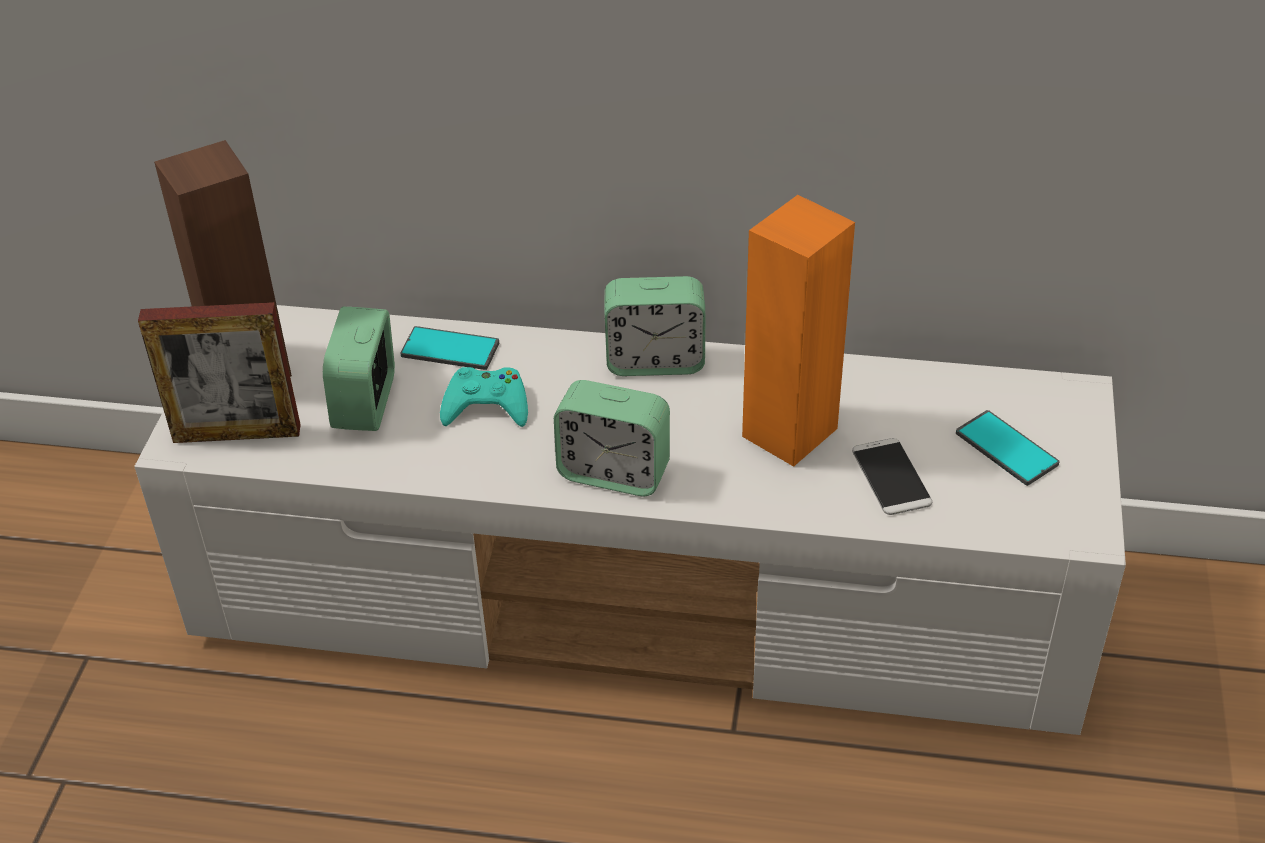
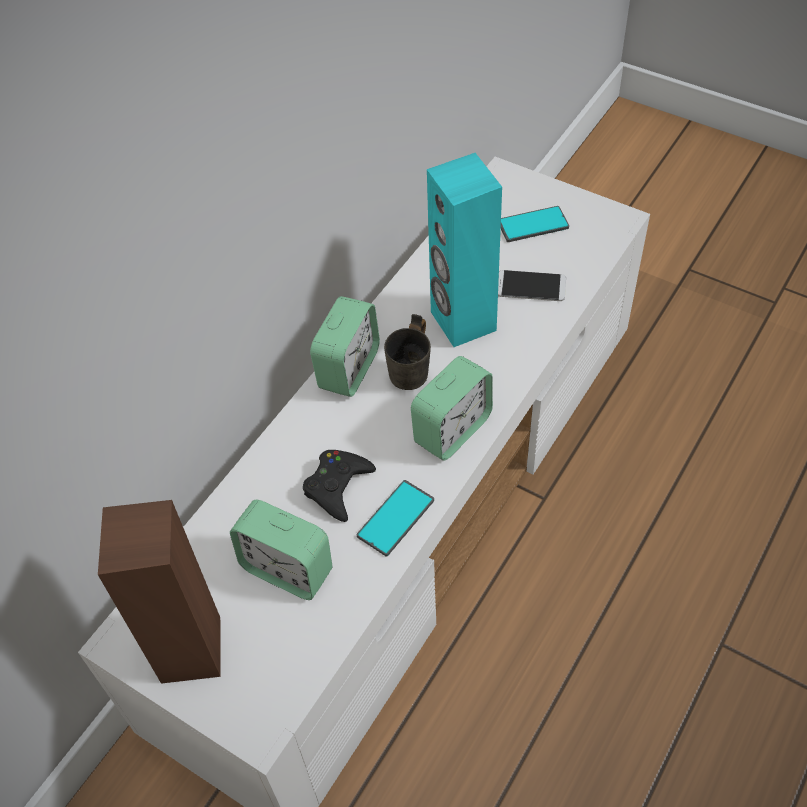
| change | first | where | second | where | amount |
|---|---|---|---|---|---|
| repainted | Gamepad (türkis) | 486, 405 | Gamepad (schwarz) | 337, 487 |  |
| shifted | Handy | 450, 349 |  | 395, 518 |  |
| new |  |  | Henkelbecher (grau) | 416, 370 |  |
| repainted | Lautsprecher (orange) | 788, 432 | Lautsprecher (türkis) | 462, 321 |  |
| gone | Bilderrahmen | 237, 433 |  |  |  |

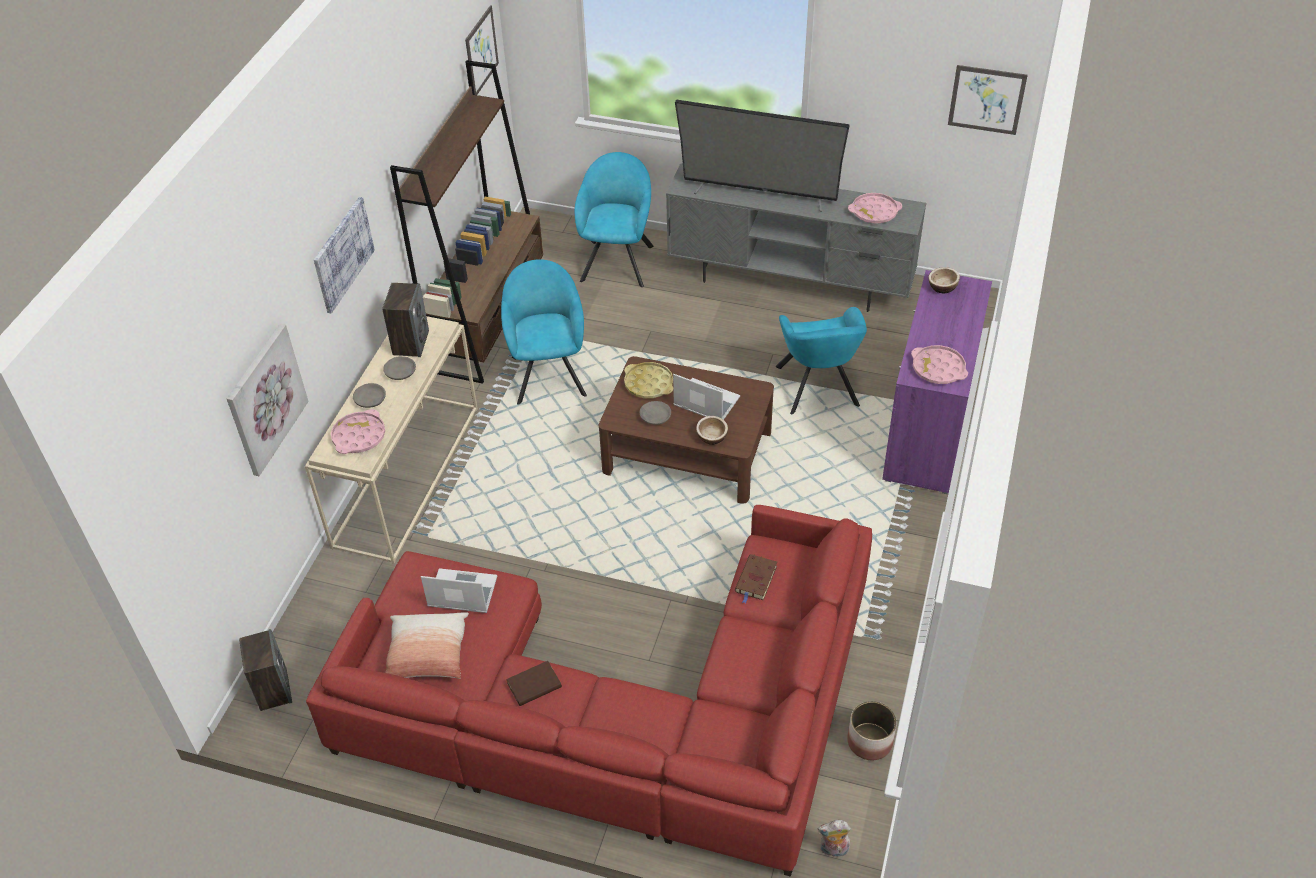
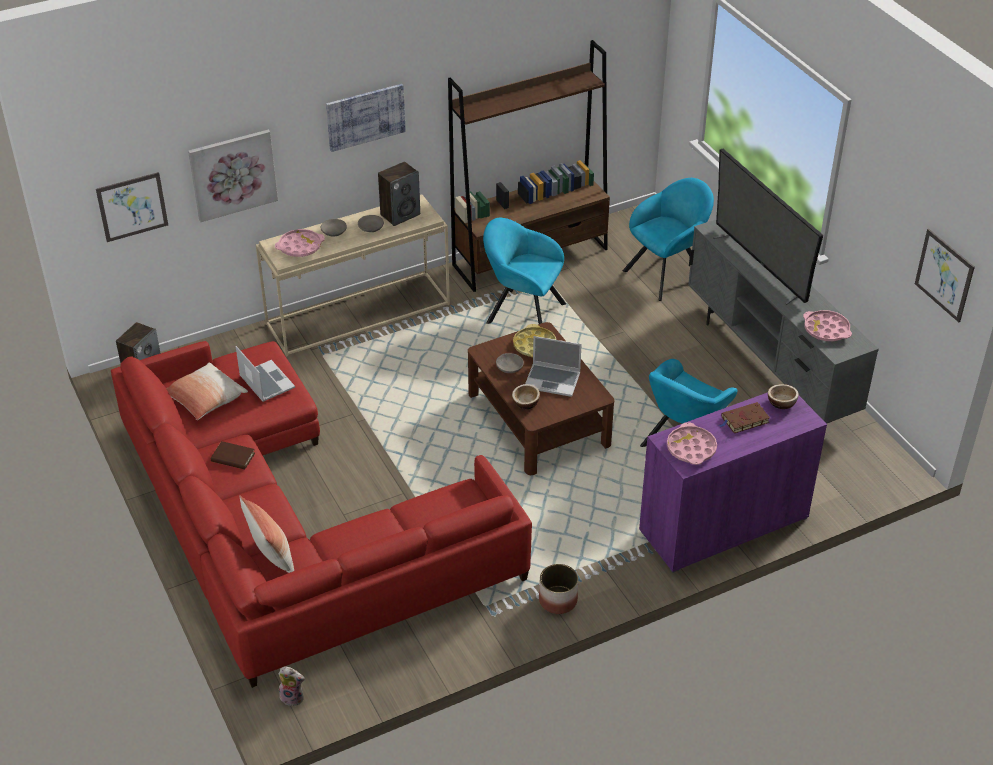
| change | first | where | second | where | amount |
|---|---|---|---|---|---|
| shifted | Bild | 481, 51 |  | 132, 207 |  |
| new |  |  | Kissen | 272, 556 |  |
| rotated | Plüschtier | 833, 850 |  | 293, 697 | 150 degrees clockwise |
| rotated | Sessel (türkis) | 548, 372 |  | 522, 312 | 105 degrees counterclockwise |
| rotated | Laptop | 705, 402 |  | 553, 380 | 120 degrees clockwise |
| shifted | Pflanzkübel | 870, 741 |  | 558, 600 |  |
| shifted | Buch (braun) | 756, 580 |  | 744, 420 |  |

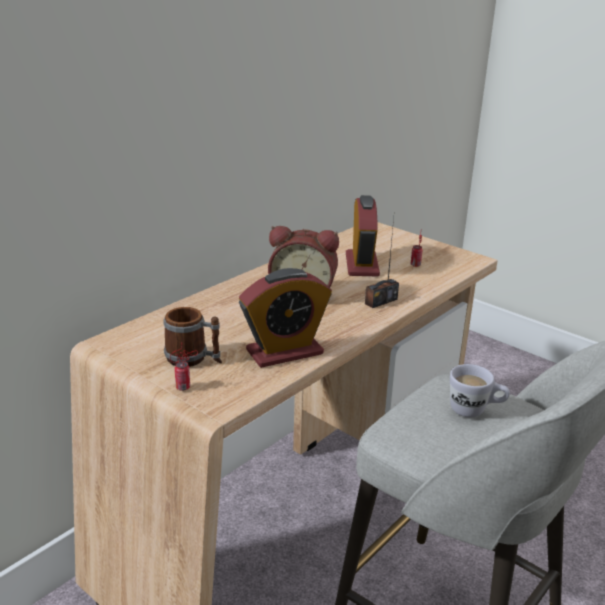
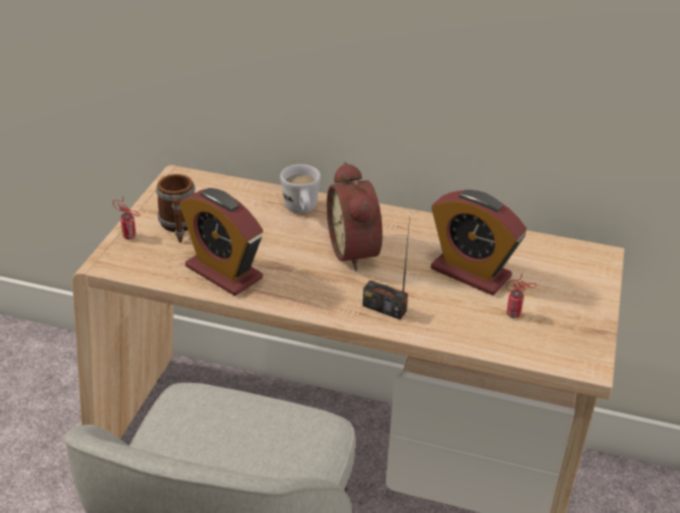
| change | first | where | second | where | amount |
|---|---|---|---|---|---|
| shifted | Henkelbecher (weiß) | 475, 411 |  | 302, 211 |  |
| rotated | Wecker | 362, 265 |  | 470, 273 | 60 degrees clockwise |

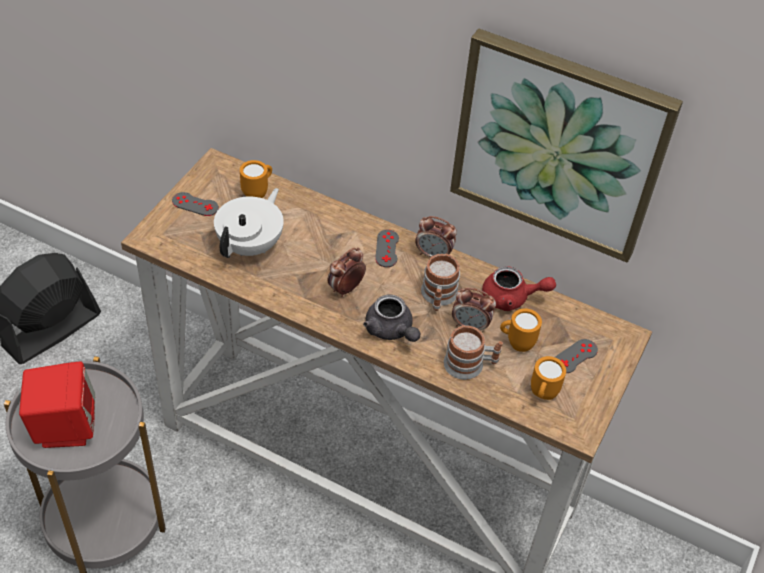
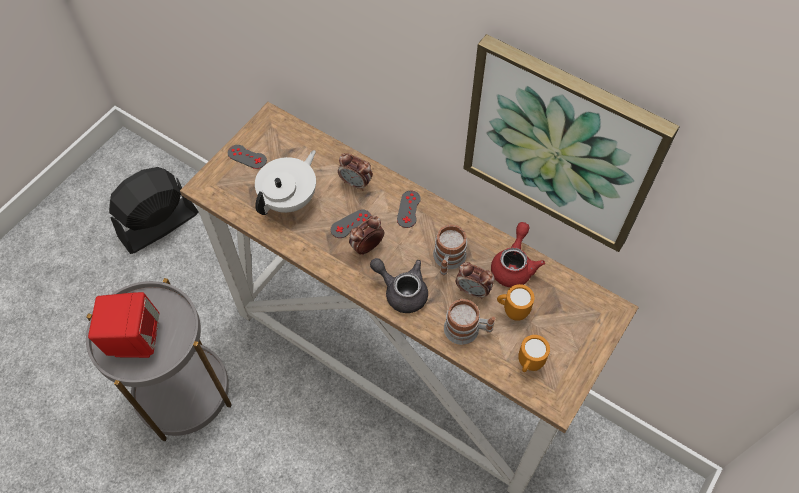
| change | first | where | second | where | amount |
|---|---|---|---|---|---|
| shifted | Gamepad (grau) | 575, 356 |  | 351, 224 |  |
| shifted | Wecker | 433, 254 |  | 356, 183 |  |
| rotated | Teekanne (grau) | 391, 330 |  | 401, 291 | 150 degrees clockwise |
| rotated | Teekanne (rot) | 511, 298 |  | 514, 265 | 90 degrees counterclockwise |
| gone | Henkelbecher (orange) | 258, 192 |  |  |  |

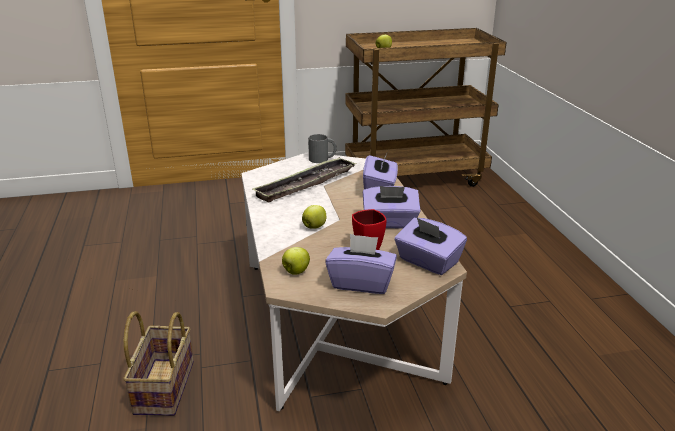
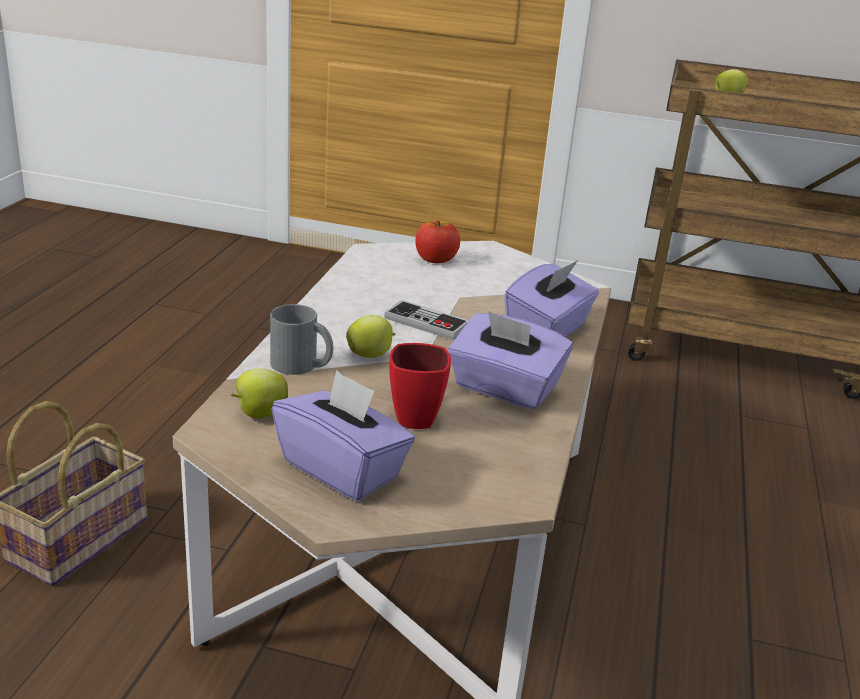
| change | first | where | second | where | amount |
|---|---|---|---|---|---|
| shifted | Henkelbecher (grau) | 322, 159 |  | 302, 365 |  |
| new |  |  | Gamepad | 427, 323 |  |
| new |  |  | Apfel | 436, 259 |  |
| gone | Tablett | 306, 184 |  |  |  |
| gone | Taschentuchbox (lila) | 428, 262 |  |  |  |

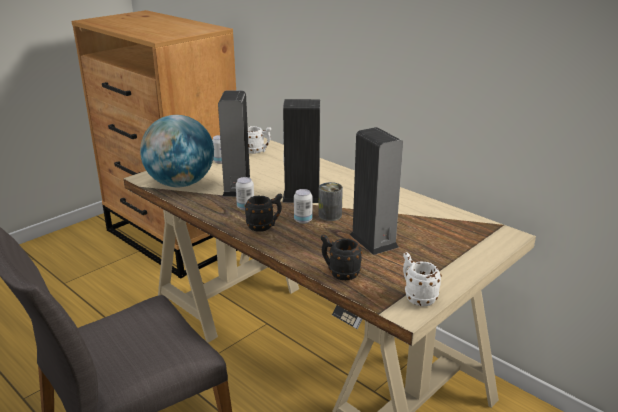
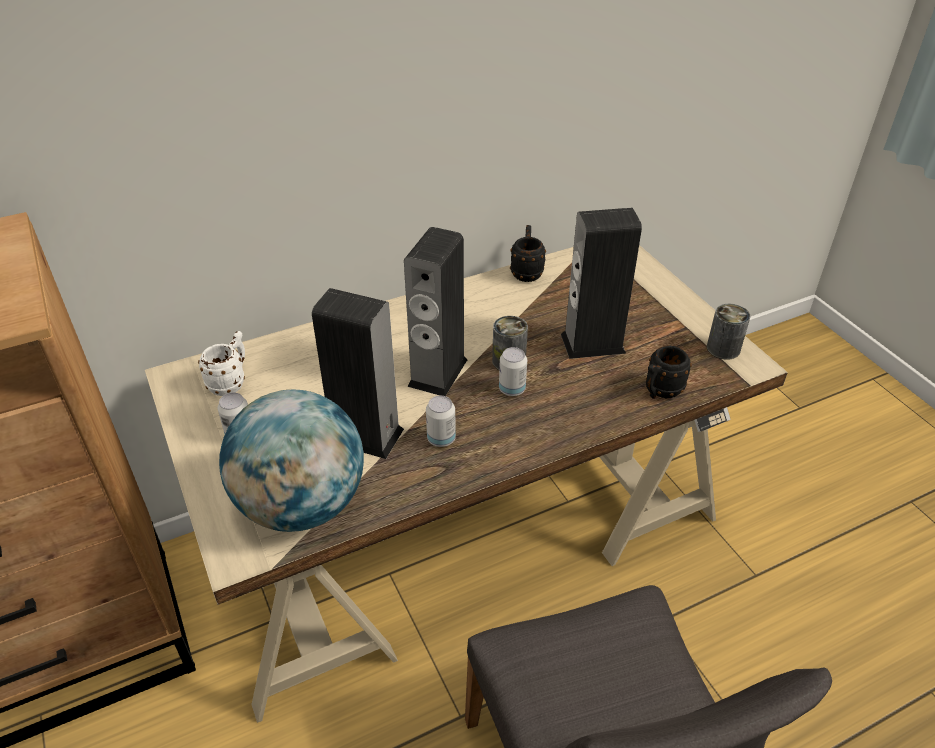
| change | first | where | second | where | amount |
|---|---|---|---|---|---|
| shifted | Henkelbecher (schwarz) | 264, 226 |  | 526, 272 |  |
| swapped | Henkelbecher (weiß) | 416, 296 | Dose | 723, 348 |  |

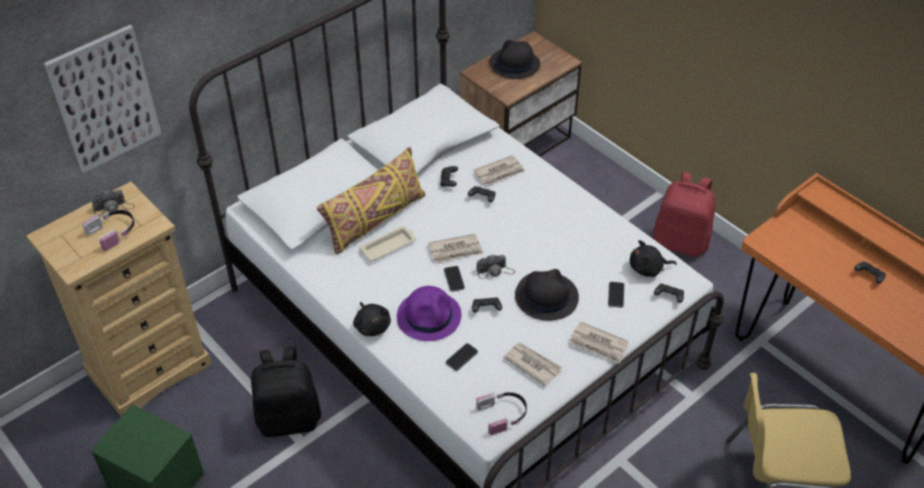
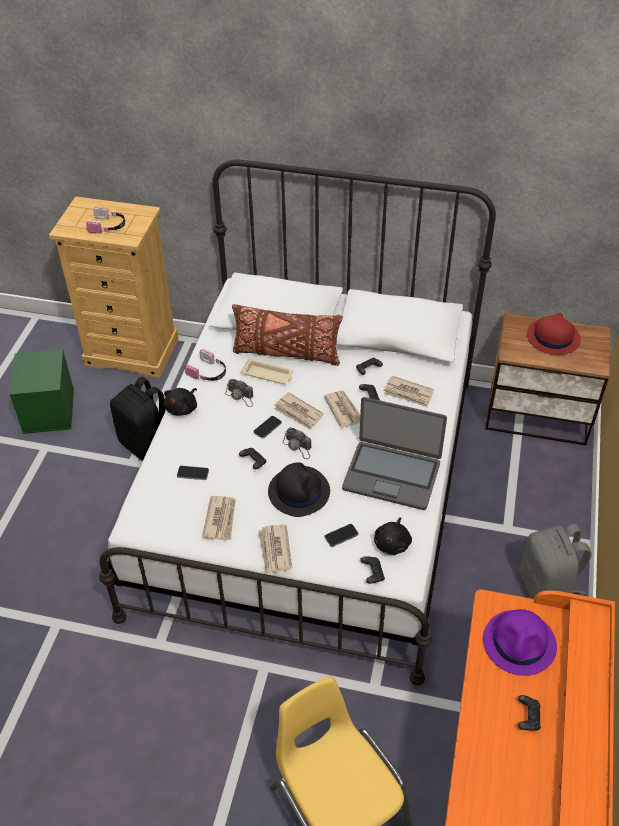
| change | first | where | second | where | amount |
|---|---|---|---|---|---|
| shifted | Kopfhörer | 503, 414 |  | 208, 373 |  |
| shifted | Kamera | 114, 207 |  | 240, 396 |  |
| repainted | Kissen (gelb) | 375, 220 | Kissen (braun) | 286, 353 |  |
| new |  |  | Zeitung | 343, 410 |  |
| new |  |  | Laptop | 392, 475 |  |
| rotated | Plüschtier (schwarz) | 648, 268 |  | 392, 543 | 120 degrees counterclockwise |
| shifted | Hut (lila) | 429, 316 |  | 520, 643 |  |
| repainted | Rucksack (rot) | 681, 241 | Rucksack (grau) | 547, 589 |  |
| repainted | Hut (schwarz) | 514, 64 | Hut (rot) | 552, 337 |  |
| gone | Bild | 105, 99 |  |  |  |

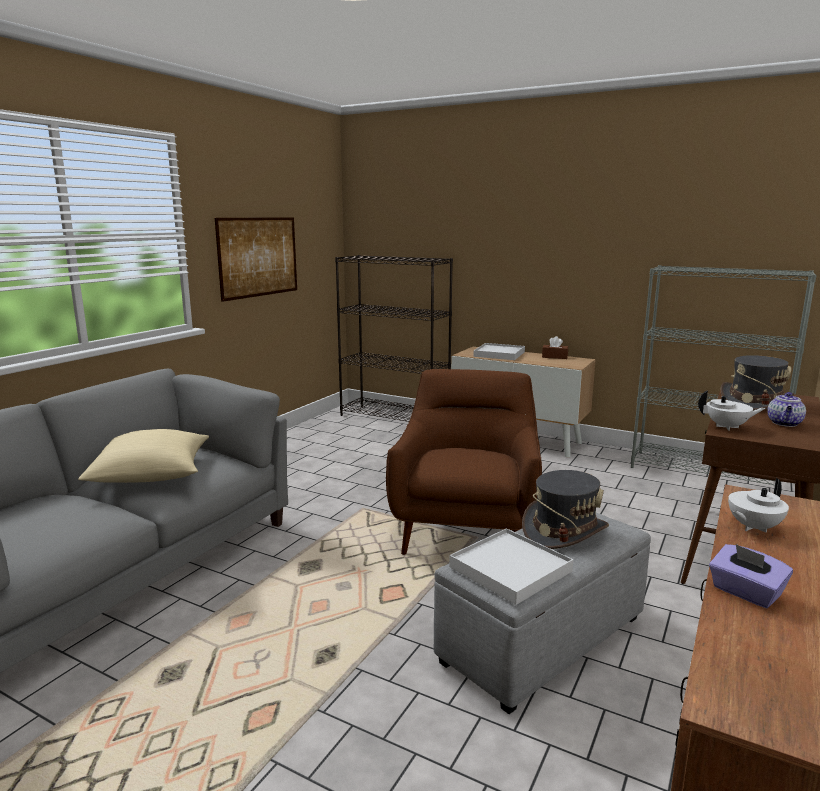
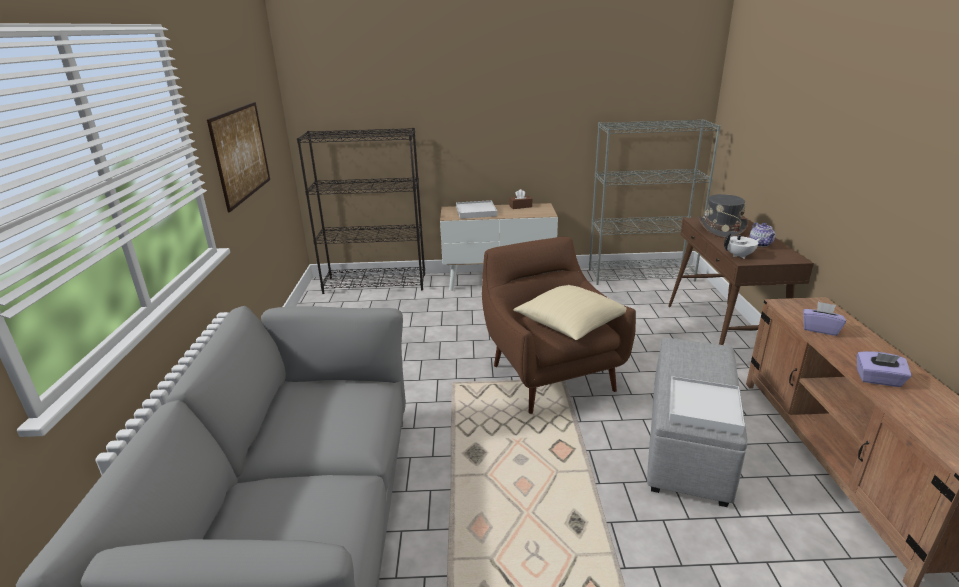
| change | first | where | second | where | amount |
|---|---|---|---|---|---|
| shifted | Kissen (beige) | 151, 474 |  | 571, 324 |  |
| swapped | Teekanne (weiß) | 752, 527 | Taschentuchbox (lila) | 820, 329 |  |
| gone | Hut (grau) | 564, 531 |  |  |  |

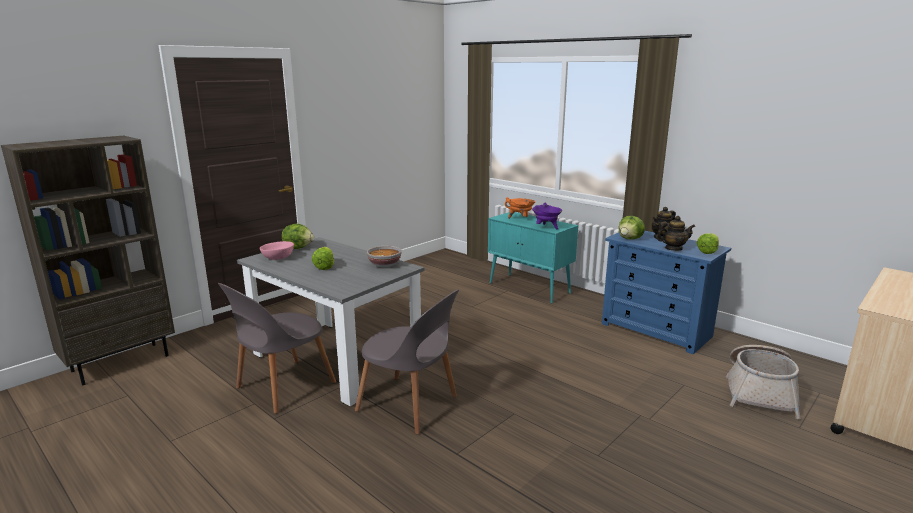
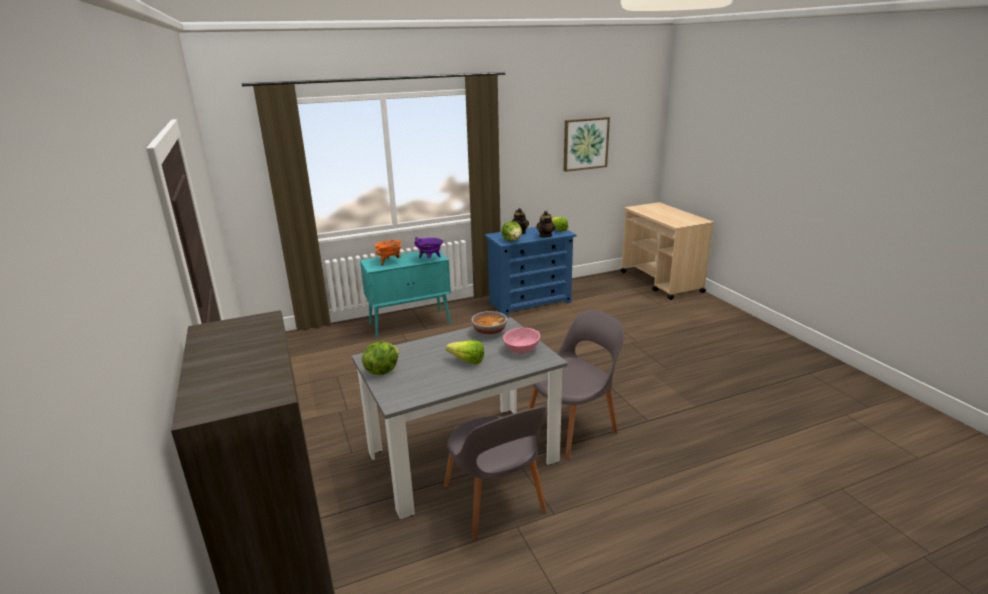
| change | first | where | second | where | amount |
|---|---|---|---|---|---|
| shifted | Schüssel (rosa) | 278, 258 |  | 521, 349 |  |
| new |  |  | Bild | 585, 144 |  |
| gone | Korb | 759, 391 |  |  |  |

